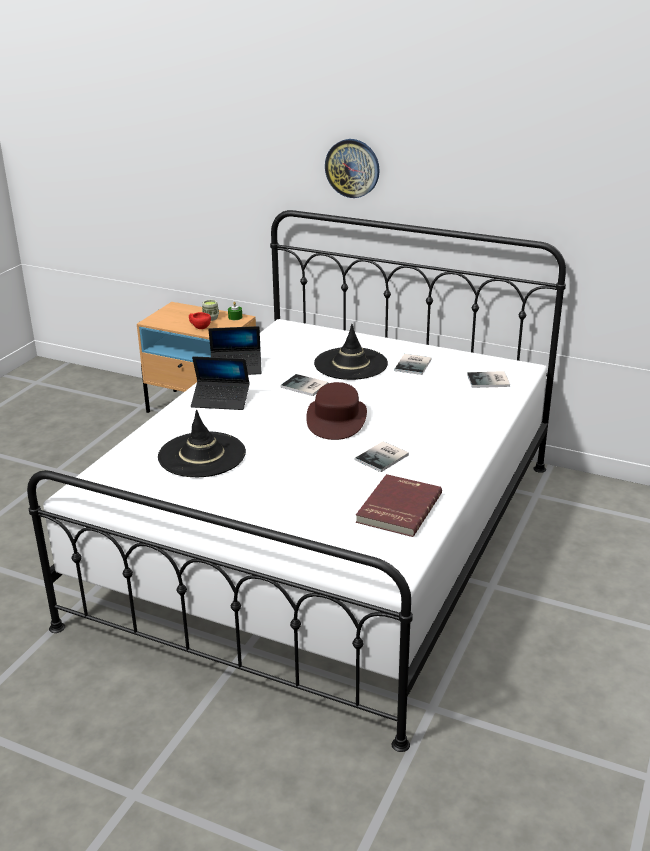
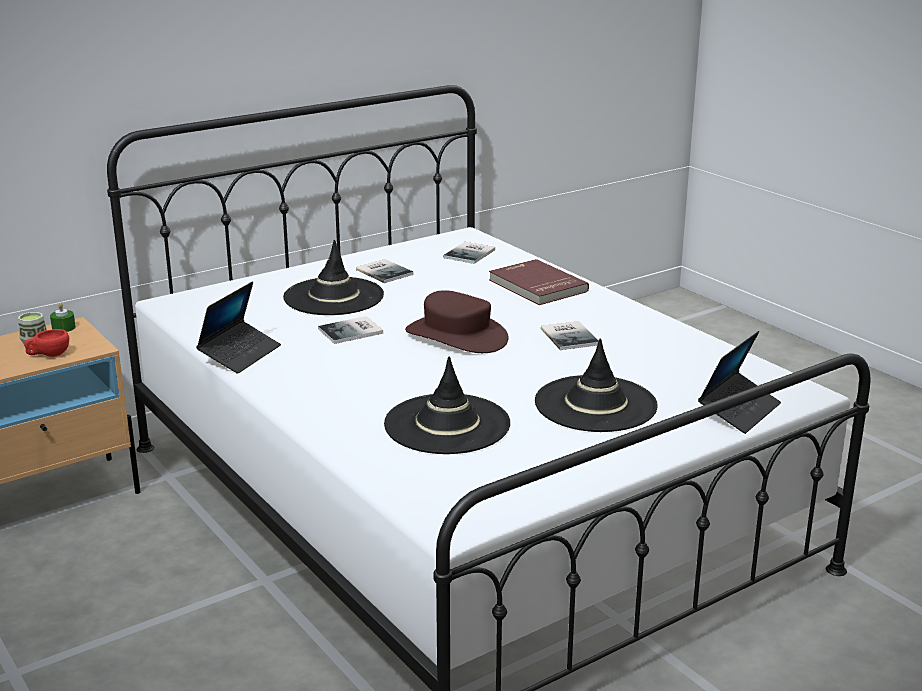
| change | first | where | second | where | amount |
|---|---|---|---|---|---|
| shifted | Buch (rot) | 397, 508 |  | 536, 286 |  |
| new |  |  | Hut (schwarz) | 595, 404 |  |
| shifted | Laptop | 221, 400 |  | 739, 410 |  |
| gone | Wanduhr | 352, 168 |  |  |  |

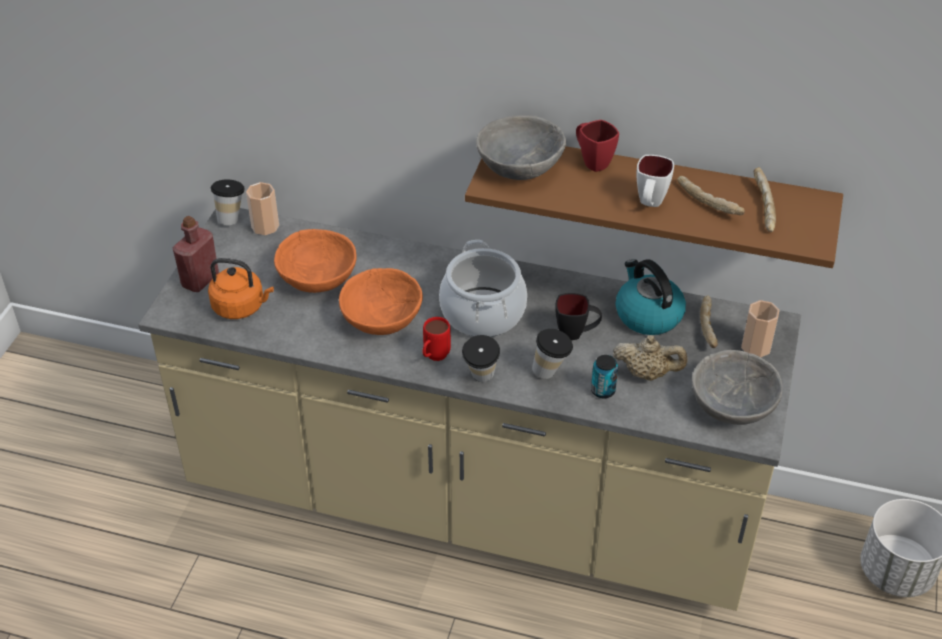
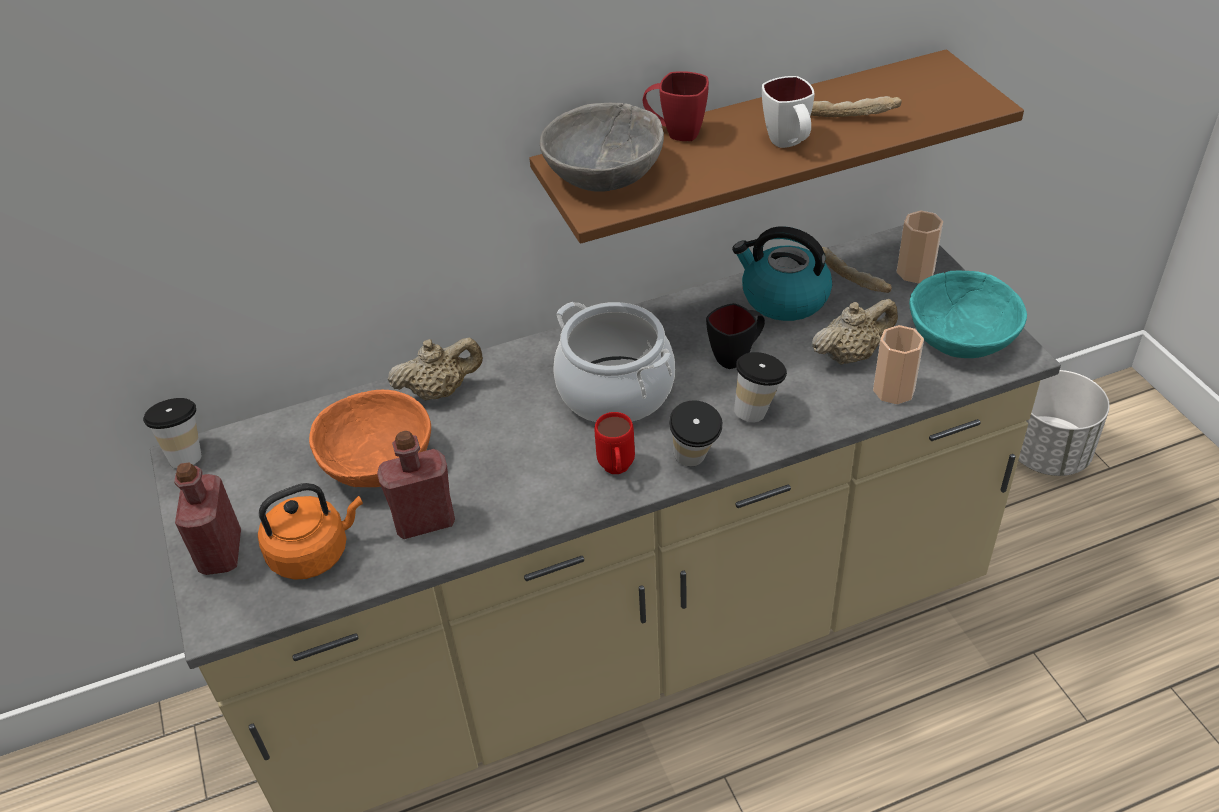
| change | first | where | second | where | amount |
|---|---|---|---|---|---|
| new |  |  | Flasche (rot) | 424, 522 |  |
| new |  |  | Teekanne (beige) | 440, 391 |  |
| shifted | Tasse | 265, 226 |  | 893, 390 |  |
| repainted | Schüssel (grau) | 733, 405 | Schüssel (türkis) | 962, 337 |  |
| gone | Schüssel (orange) | 382, 318 |  |  |  |
| gone | Dose | 603, 391 |  |  |  |
| gone | Brot | 762, 206 |  |  |  |

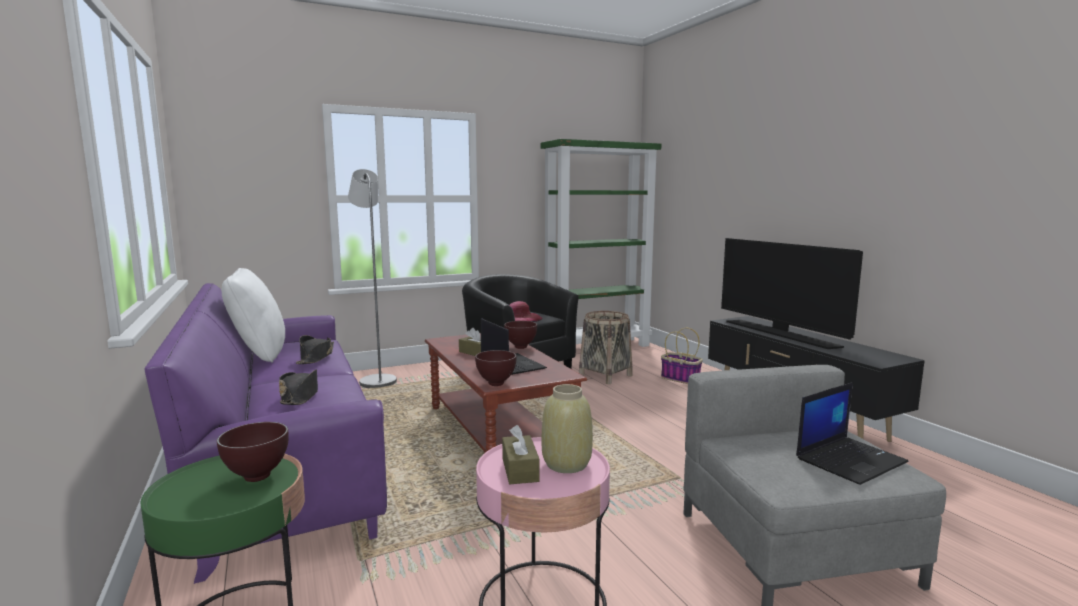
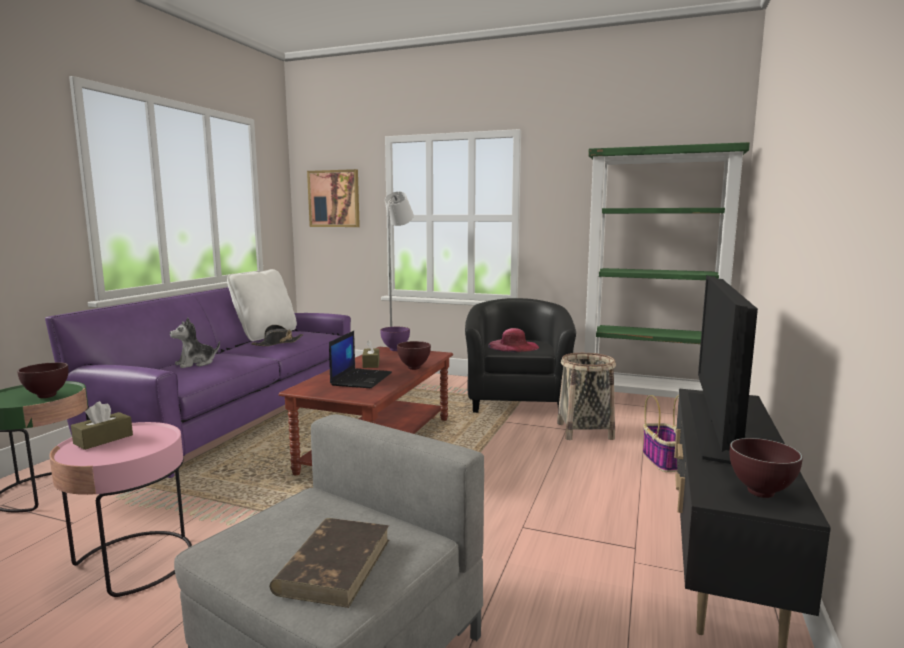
| change | first | where | second | where | amount |
|---|---|---|---|---|---|
| swapped | Hut (schwarz) | 300, 396 | Plüschtier | 196, 363 |  |
| swapped | Laptop | 850, 459 | Buch (braun) | 335, 564 |  |
| new |  |  | Bild | 334, 198 |  |
| new |  |  | Schüssel (lila) | 396, 350 |  |
| shifted | Schüssel (braun) | 497, 384 |  | 762, 493 |  |
| gone | Vase (beige) | 567, 464 |  |  |  |

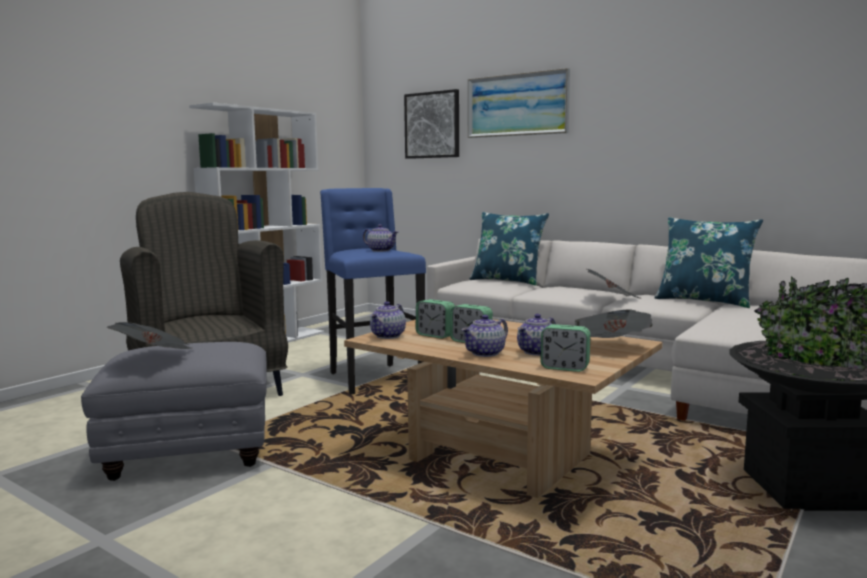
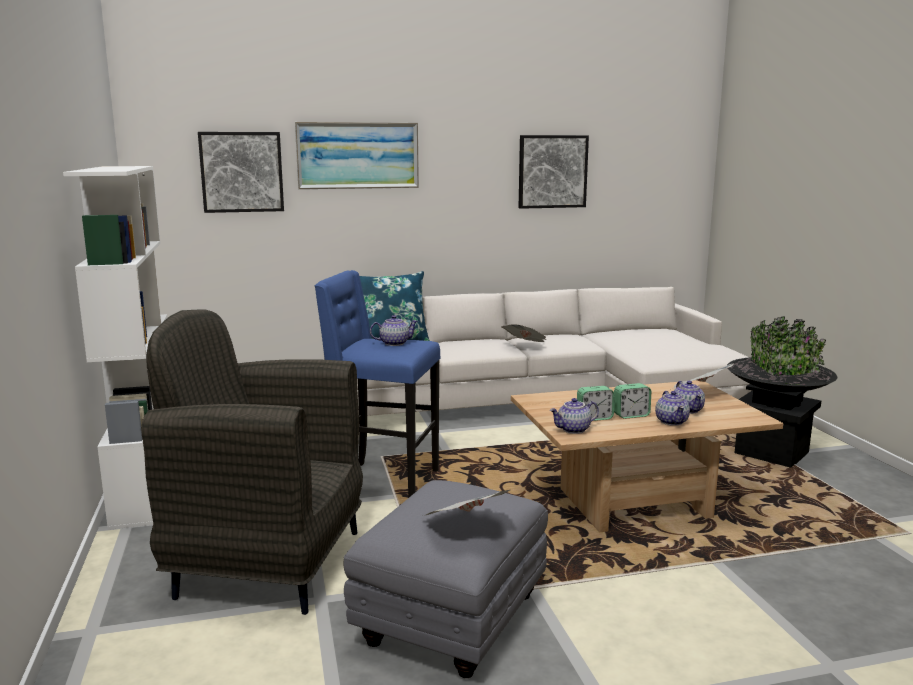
| change | first | where | second | where | amount |
|---|---|---|---|---|---|
| new |  |  | Bild | 552, 171 |  |
| rotated | Teekanne | 388, 336 |  | 573, 430 | 90 degrees clockwise |
| gone | Wecker | 565, 368 |  |  |  |
| gone | Kissen (blau) | 704, 301 |  |  |  |

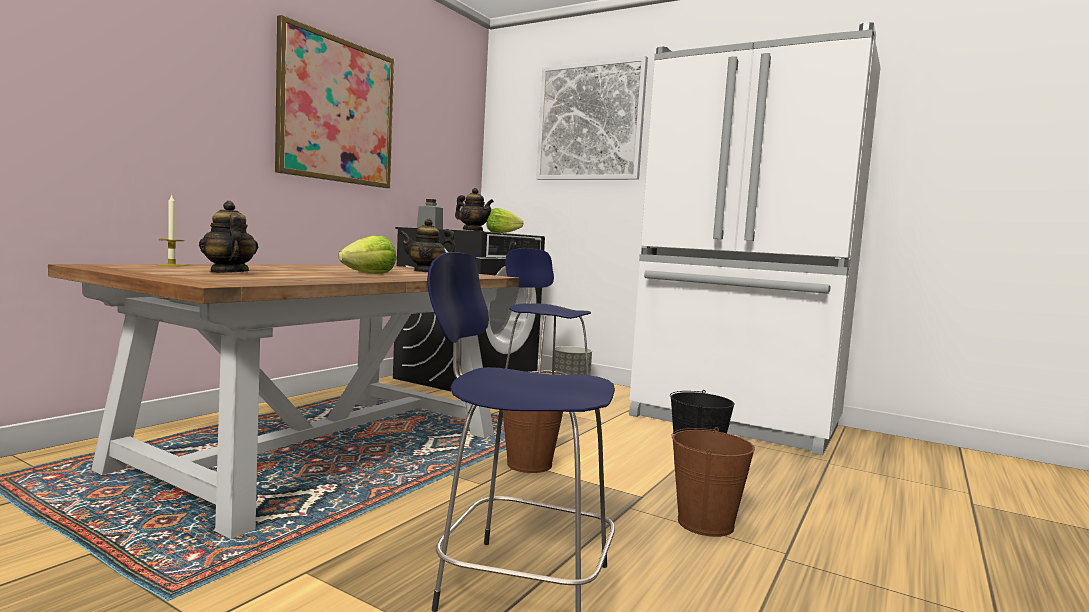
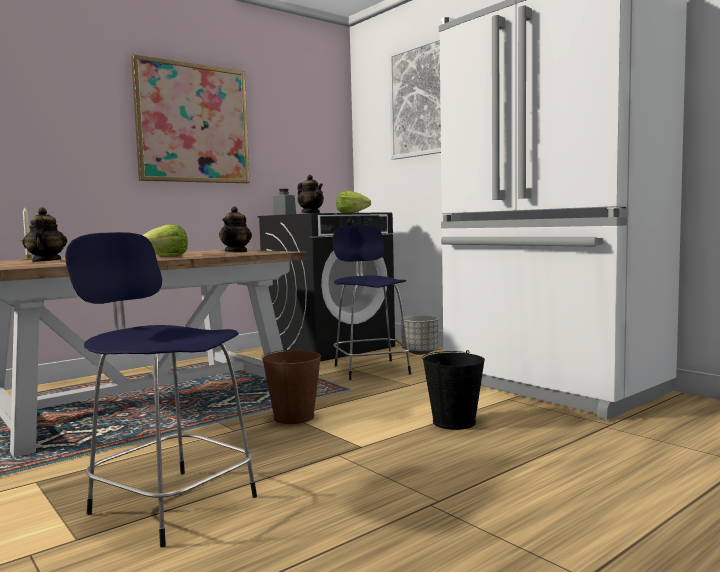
| change | first | where | second | where | amount |
|---|---|---|---|---|---|
| rotated | Teekanne | 426, 271 |  | 236, 252 | 90 degrees counterclockwise |
| gone | Eimer (braun) | 706, 523 |  |  |  |

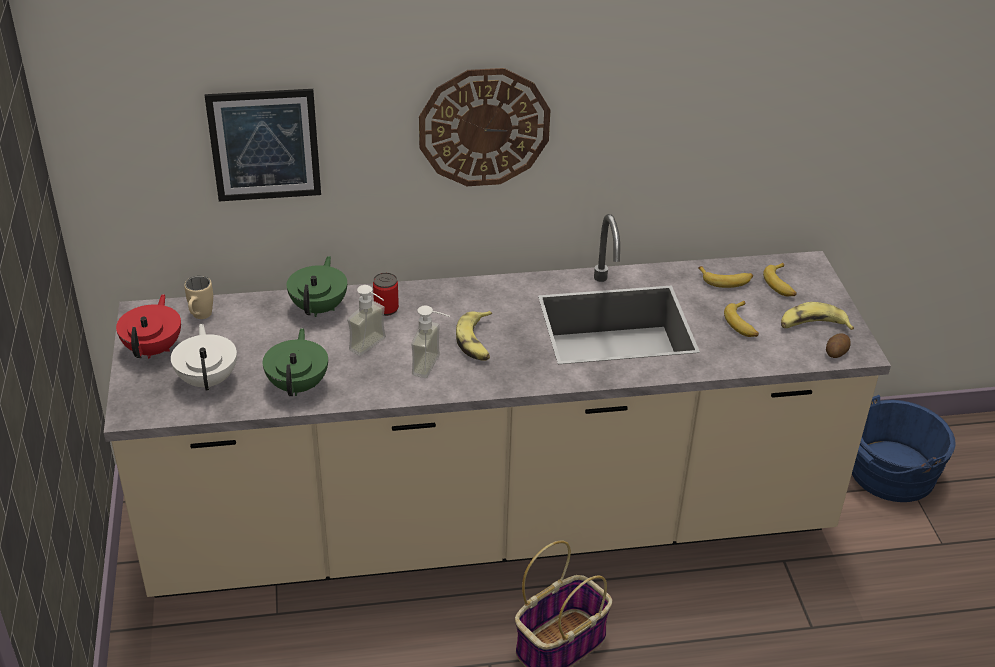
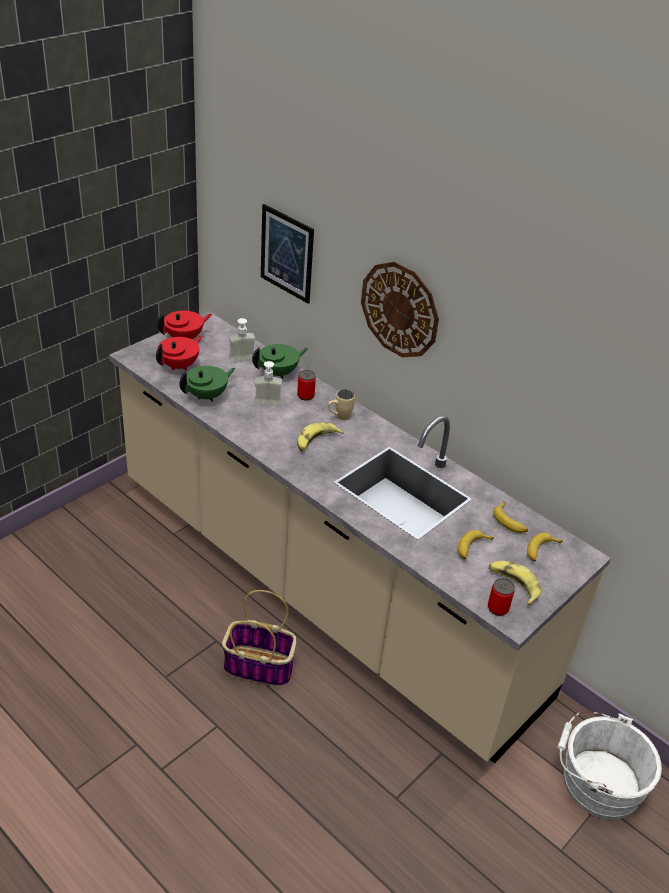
| change | first | where | second | where | amount |
|---|---|---|---|---|---|
| repainted | Teekanne (weiß) | 208, 379 | Teekanne (rot) | 180, 365 |  |
| shifted | Seifenspender | 434, 367 |  | 243, 362 |  |
| shifted | Henkelbecher (beige) | 200, 317 |  | 339, 417 |  |
| swapped | Kartoffel | 836, 352 | Dose | 498, 608 |  |
| repainted | Eimer (blau) | 887, 473 | Eimer (weiß) | 596, 781 |  |

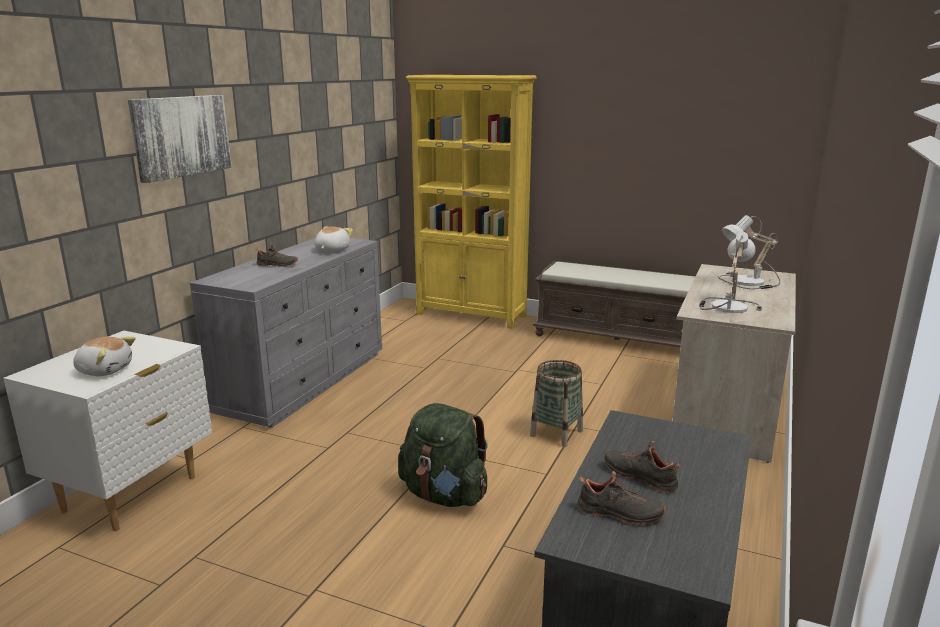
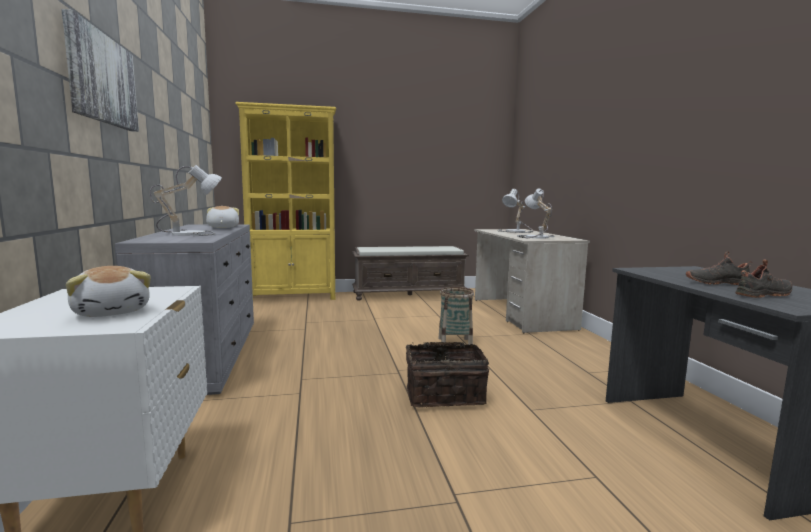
| change | first | where | second | where | amount |
|---|---|---|---|---|---|
| rotated | Plüschtier | 105, 370 |  | 113, 312 | 75 degrees clockwise |
| swapped | Schuh (schwarz) | 277, 265 | Tischlampe | 190, 233 |  |
| swapped | Rucksack (grün) | 444, 495 | Korb | 443, 395 |  |

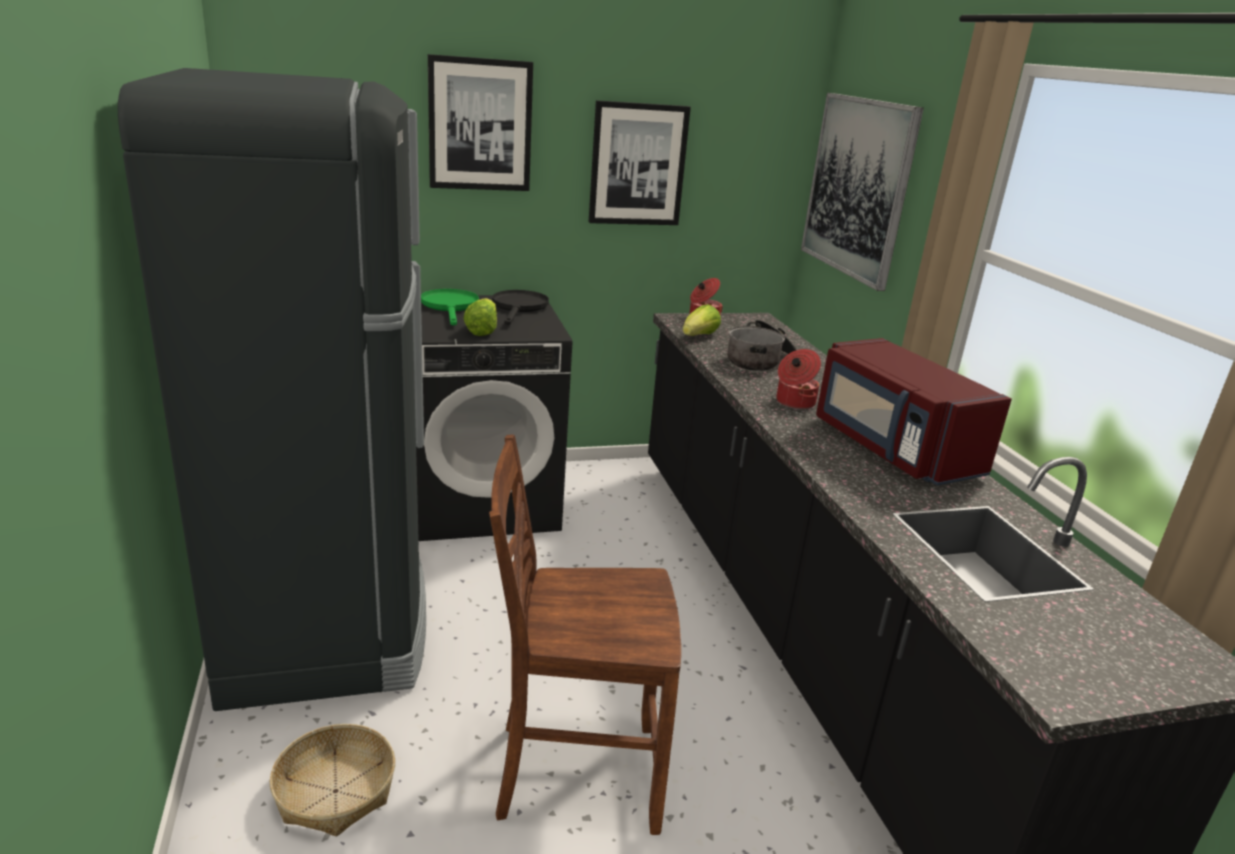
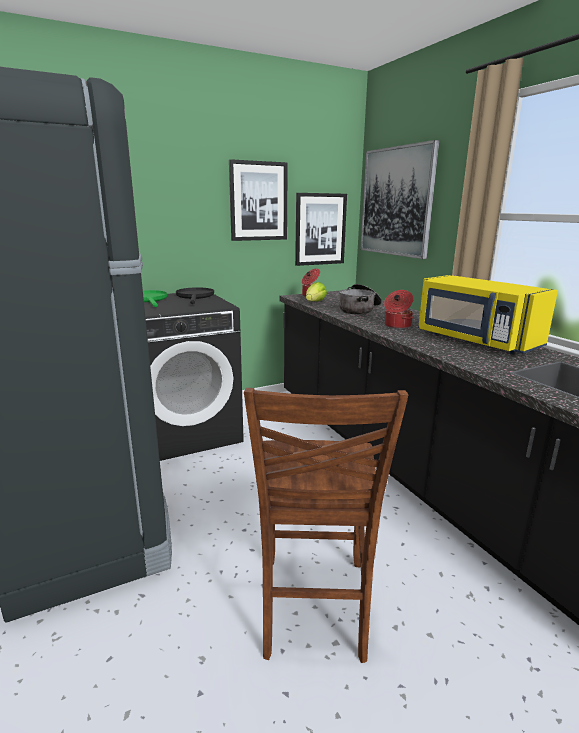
| change | first | where | second | where | amount |
|---|---|---|---|---|---|
| rotated | Stuhl (braun) | 574, 772 |  | 313, 608 | 75 degrees counterclockwise |
| shifted | Bild | 480, 125 |  | 320, 229 |  |
| repainted | Mikrowelle (rot) | 892, 448 | Mikrowelle (gelb) | 475, 340 |  |
| gone | Korb | 335, 791 |  |  |  |
| gone | Salatkopf | 482, 330 |  |  |  |

